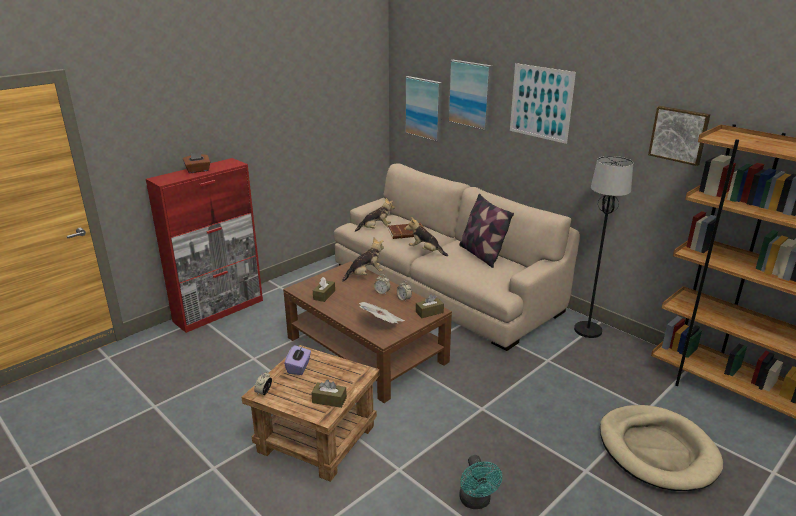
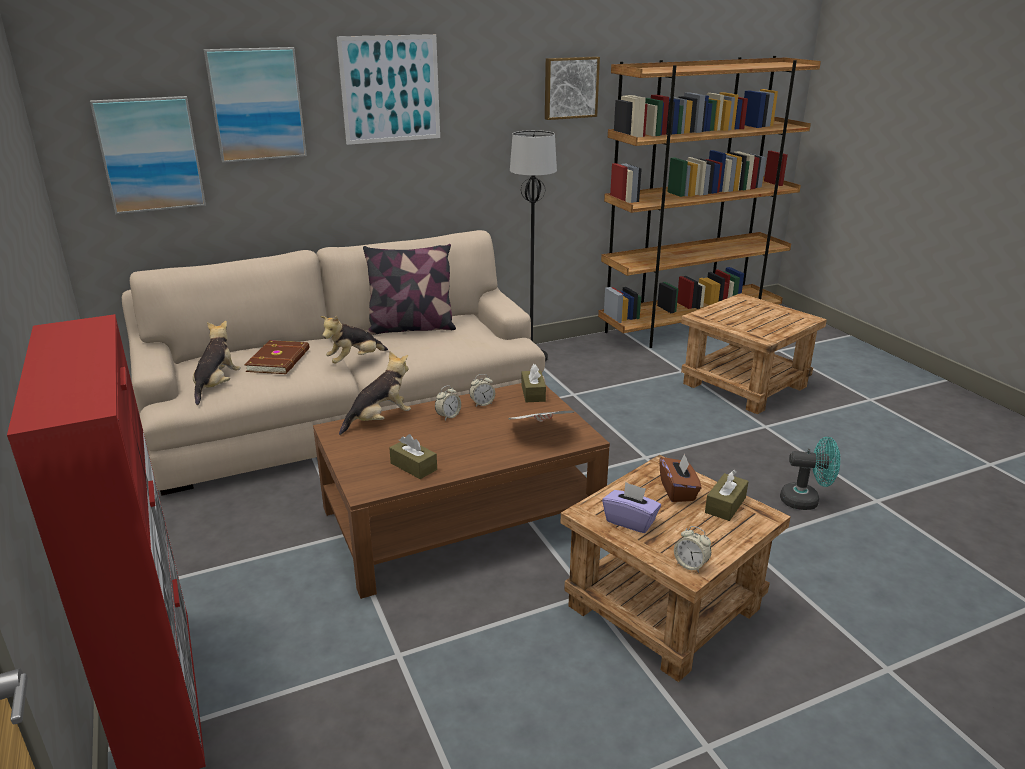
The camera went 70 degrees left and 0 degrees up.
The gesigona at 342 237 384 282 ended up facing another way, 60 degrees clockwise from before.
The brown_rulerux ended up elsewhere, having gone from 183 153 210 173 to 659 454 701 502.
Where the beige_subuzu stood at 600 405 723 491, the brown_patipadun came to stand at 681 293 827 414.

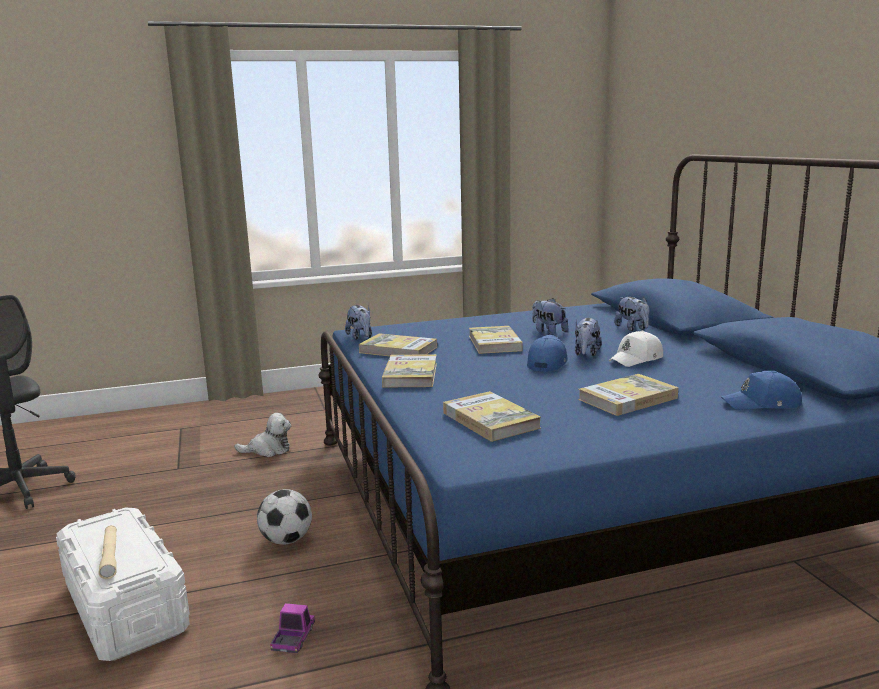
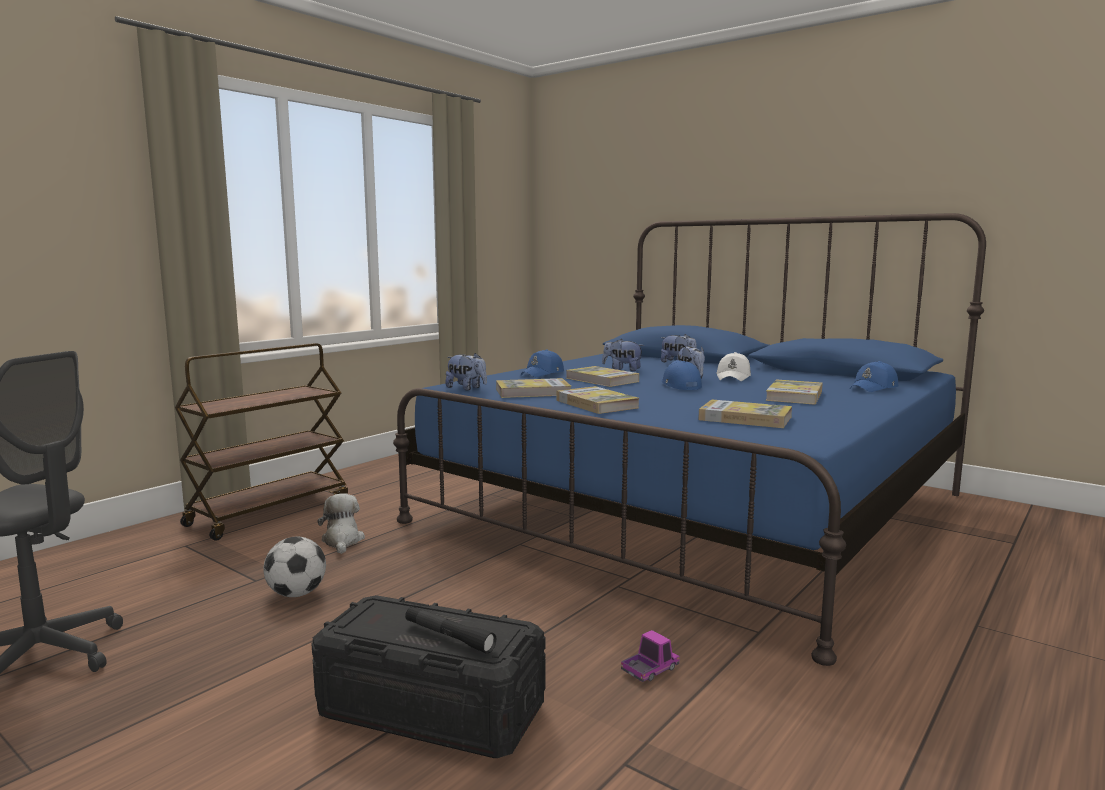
The camera went 35 degrees left and 5 degrees down.
The second view gained the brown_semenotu at 175 343 348 541.
The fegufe ended up elsewhere, having gone from 257 489 312 544 to 263 537 326 597.
What was the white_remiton at 56 508 190 661 turned into the black_remiton at 311 595 545 758.
The gesigona at 234 413 291 457 ended up facing another way, 60 degrees counterclockwise from before.
What was the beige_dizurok at 99 525 117 579 turned into the black_dizurok at 405 606 496 654.
The second view gained the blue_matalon at 521 349 564 377.
The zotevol at 270 603 315 653 ended up facing another way, 75 degrees clockwise from before.

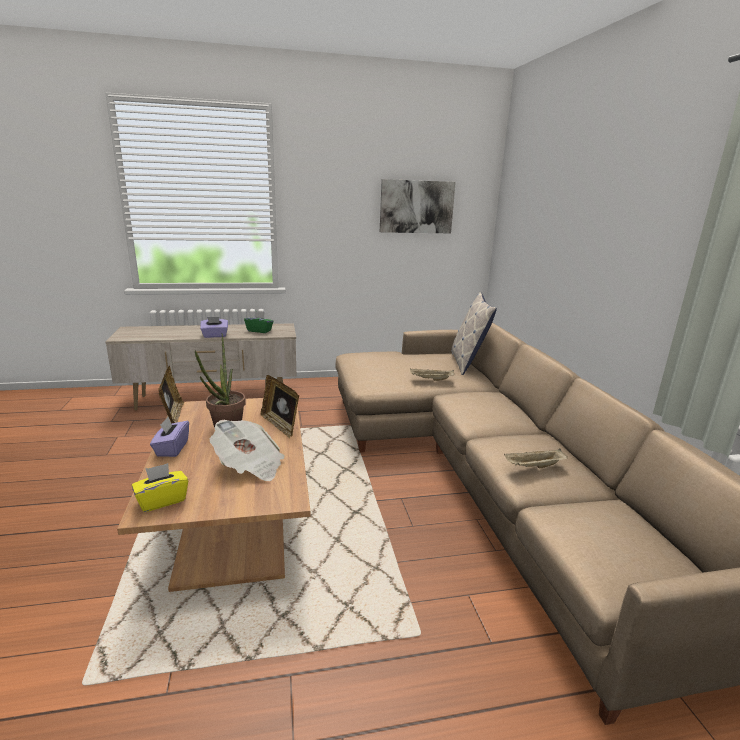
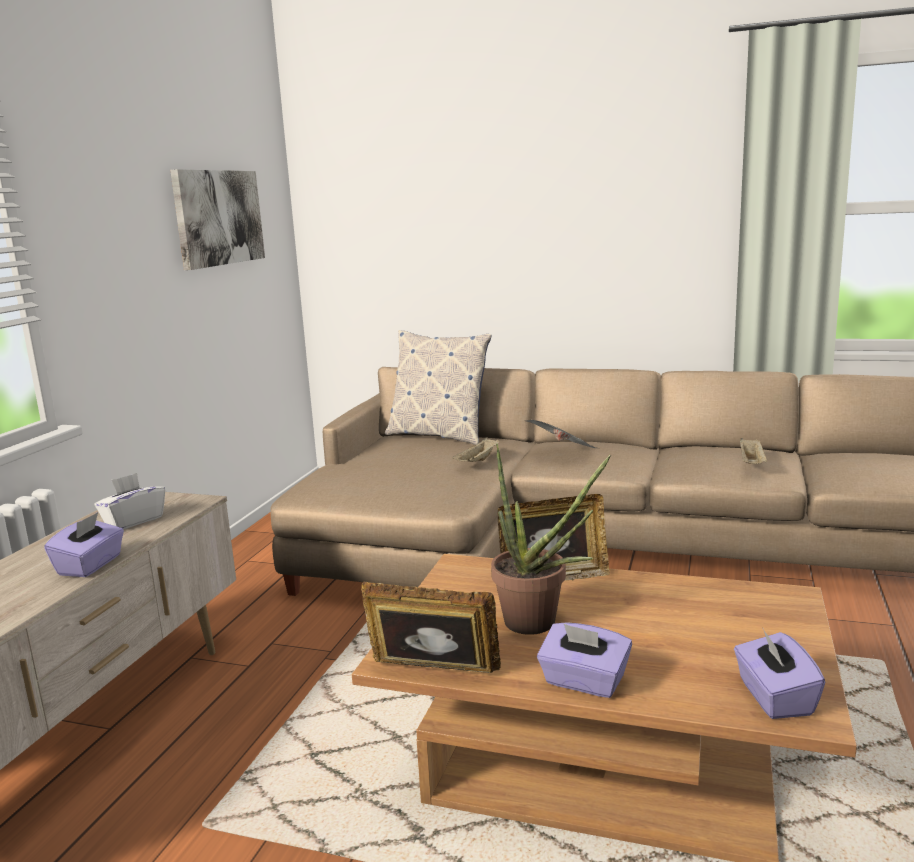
The camera went 60 degrees left and 5 degrees down.
What was the green_rulerux at 244 311 274 333 turned into the white_rulerux at 94 473 165 529.
The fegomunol ended up elsewhere, having gone from 210 420 285 481 to 525 420 596 448.
What was the yellow_rulerux at 132 463 188 512 turned into the purple_rulerux at 734 629 825 719.

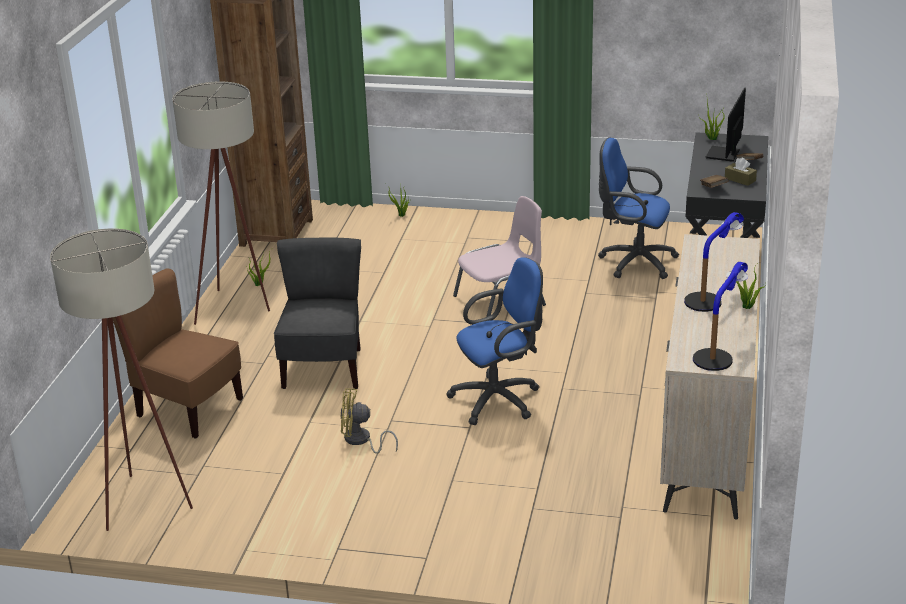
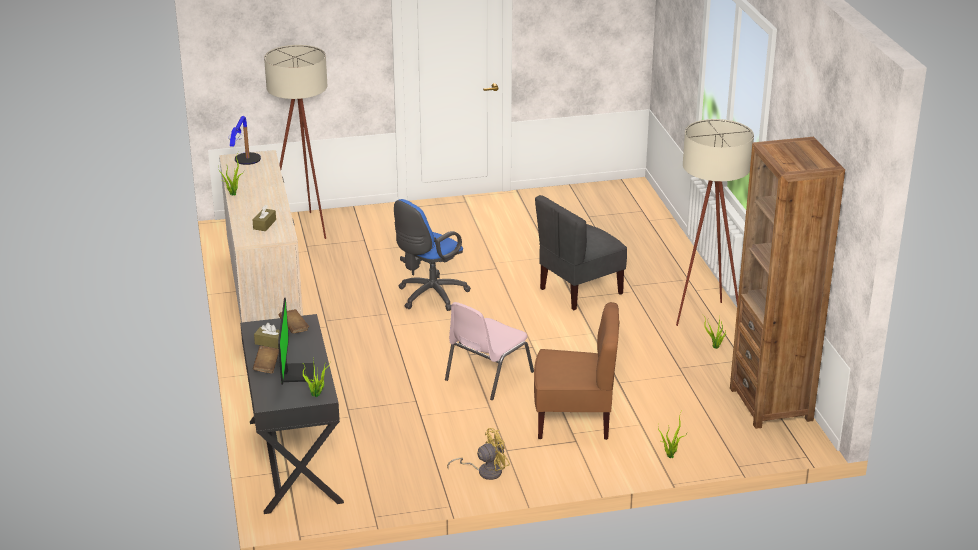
The camera went 155 degrees right and 0 degrees up.
The second view gained the brown_rulerux at 253 205 276 231.
The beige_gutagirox ended up elsewhere, having gone from 50 228 193 531 to 264 45 328 239.
The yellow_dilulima ended up elsewhere, having gone from 340 388 398 454 to 447 428 510 480.
The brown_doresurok ended up elsewhere, having gone from 113 269 243 439 to 534 302 620 440.
The grey_doresurok at 274 238 361 389 ended up facing another way, 75 degrees clockwise from before.
The second view lost the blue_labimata at 598 137 679 279.
The second view lost the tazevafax at 684 212 744 312.

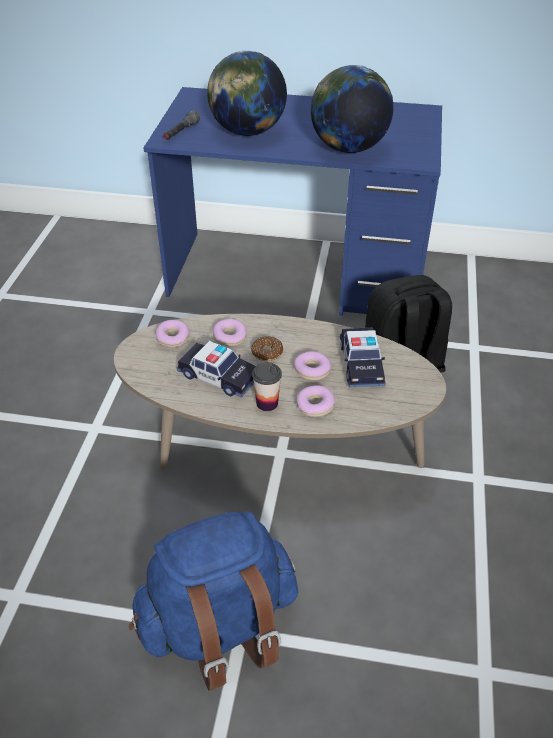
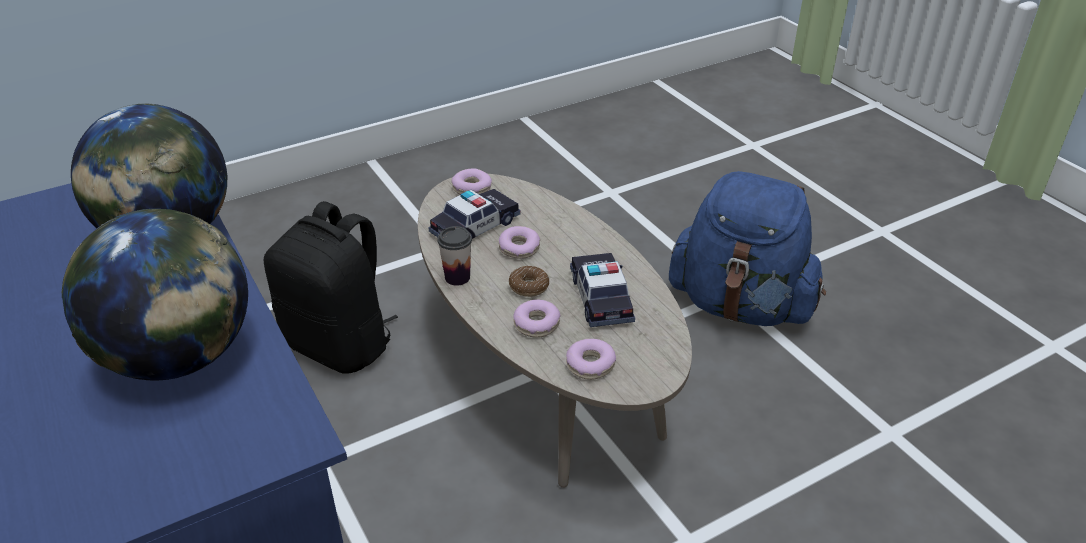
The camera went 130 degrees left and 5 degrees down.
The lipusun ended up elsewhere, having gone from 252 362 282 411 to 437 226 472 286.
The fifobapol ended up elsewhere, having gone from 297 385 335 417 to 451 169 492 194.
The second view lost the grey_dizurok at 163 110 200 140.

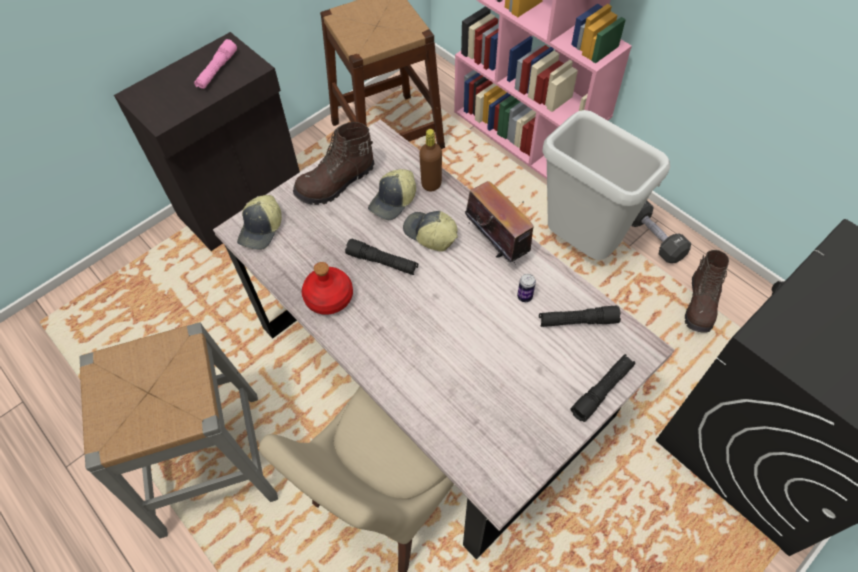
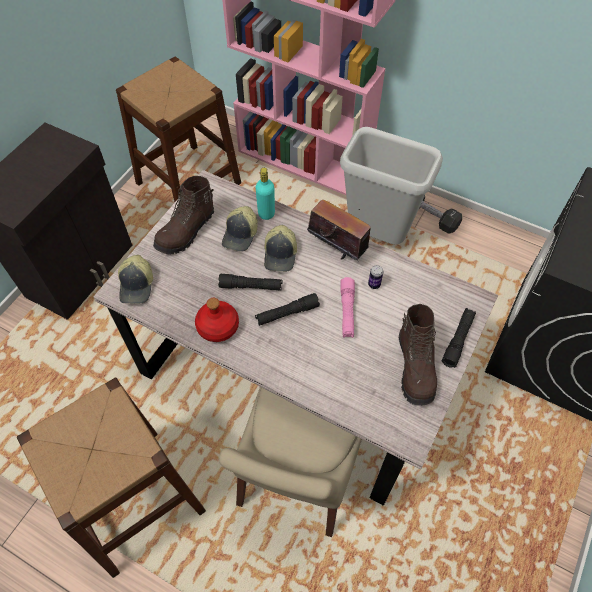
The camera went 20 degrees left and 0 degrees up.
What was the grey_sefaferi at 80 322 278 539 turned into the brown_sefaferi at 17 377 206 578.
The black_dizurok ended up elsewhere, having gone from 539 306 621 327 to 255 293 320 326.
What was the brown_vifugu at 419 129 442 191 turned into the turquoise_vifugu at 256 168 275 220.
The matalon at 403 211 458 252 ended up facing another way, 105 degrees counterclockwise from before.
The pink_dizurok ended up elsewhere, having gone from 194 39 237 89 to 340 277 355 338.
The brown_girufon ended up elsewhere, having gone from 685 250 729 333 to 399 304 437 406.

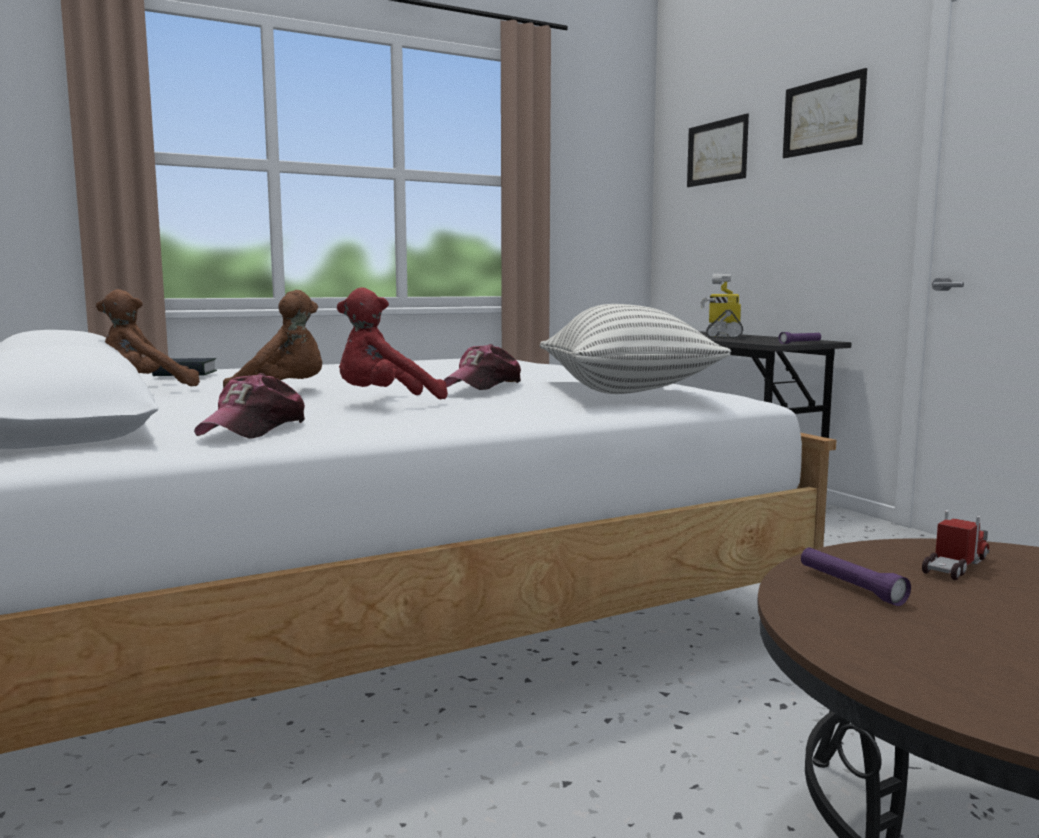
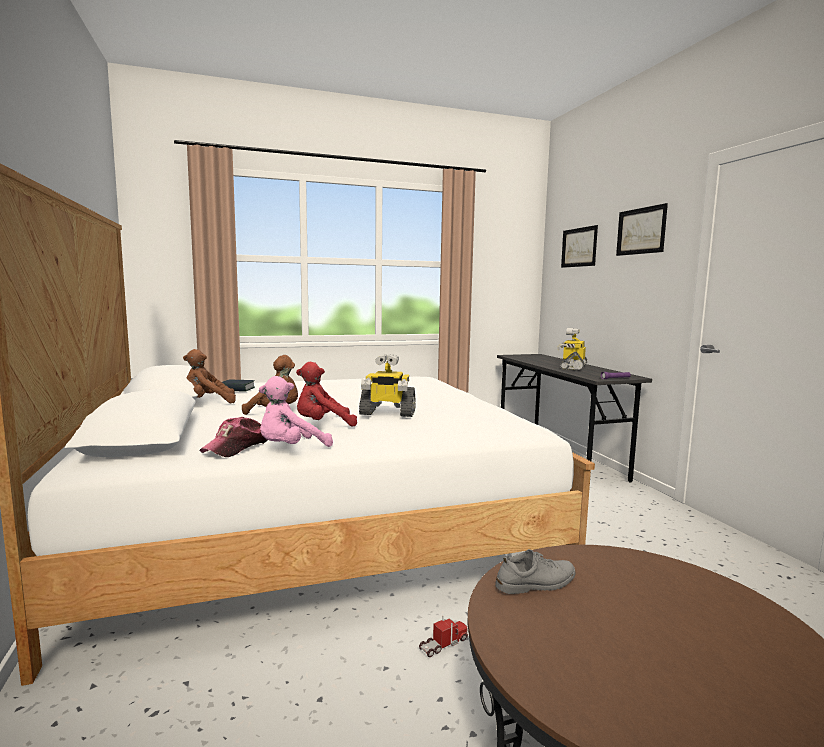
The camera went 10 degrees right and 0 degrees up.
The second view gained the pink_gesigona at 259 376 333 447.
Where the matalon stood at 443 344 521 390, the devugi came to stand at 359 354 416 417.
The zotevol ended up elsewhere, having gone from 922 510 989 580 to 419 615 468 657.
Where the purple_dizurok stood at 801 547 911 606, the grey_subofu came to stand at 495 549 575 594.
The second view lost the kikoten at 540 304 731 394.

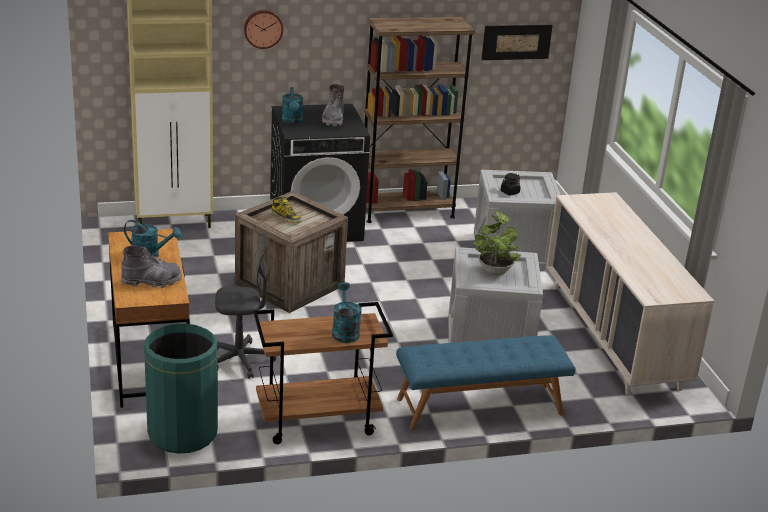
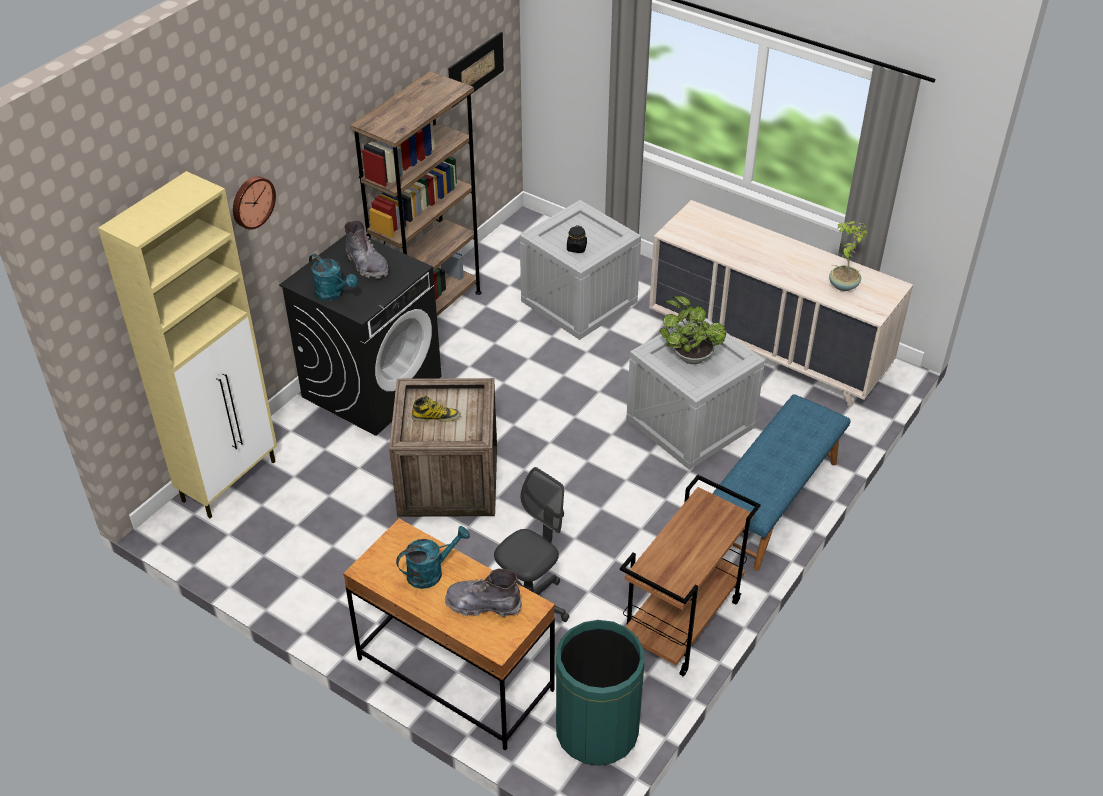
The camera went 40 degrees left and 15 degrees up.
The grey_girufon at 121 246 182 288 ended up facing another way, 120 degrees counterclockwise from before.
The second view gained the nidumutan at 829 221 869 291.
The second view lost the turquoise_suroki at 332 282 361 343.

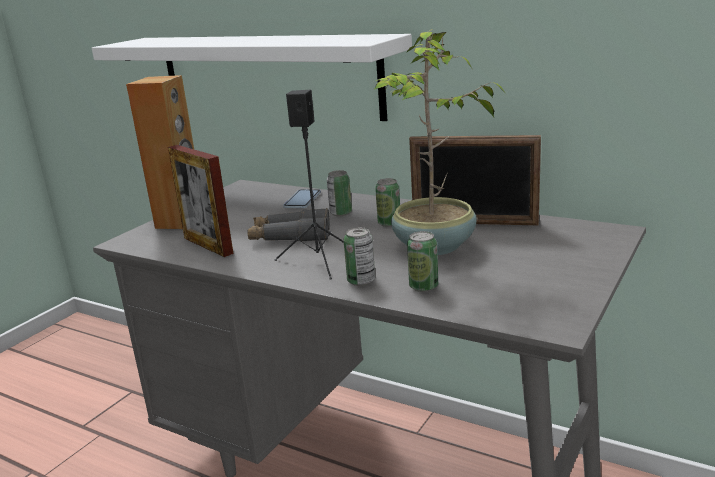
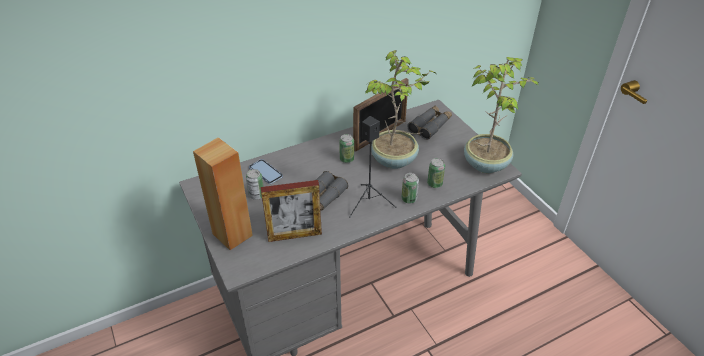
The camera went 60 degrees left and 20 degrees up.
The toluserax ended up elsewhere, having gone from 327 170 352 216 to 246 169 264 200.
The second view gained the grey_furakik at 407 105 452 140.
The second view gained the nidumutan at 464 57 538 173.
The second view lost the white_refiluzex at 92 34 412 121.

